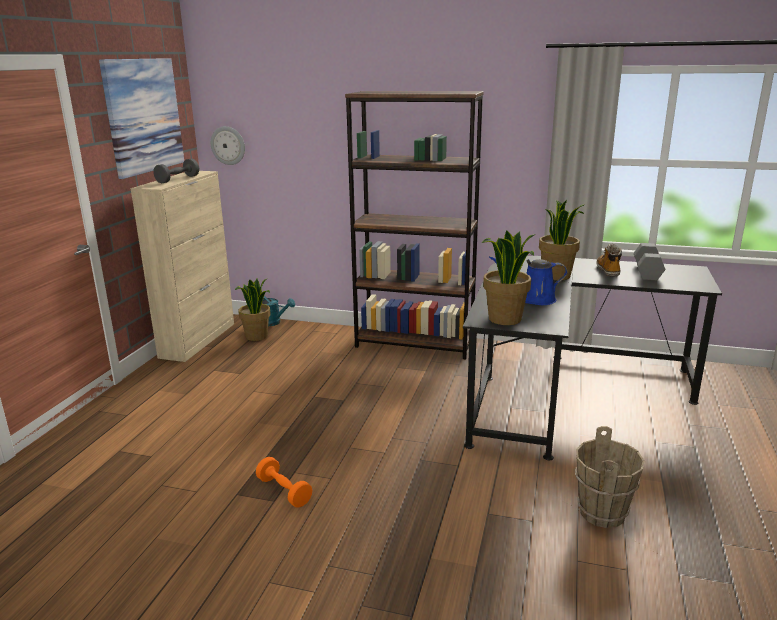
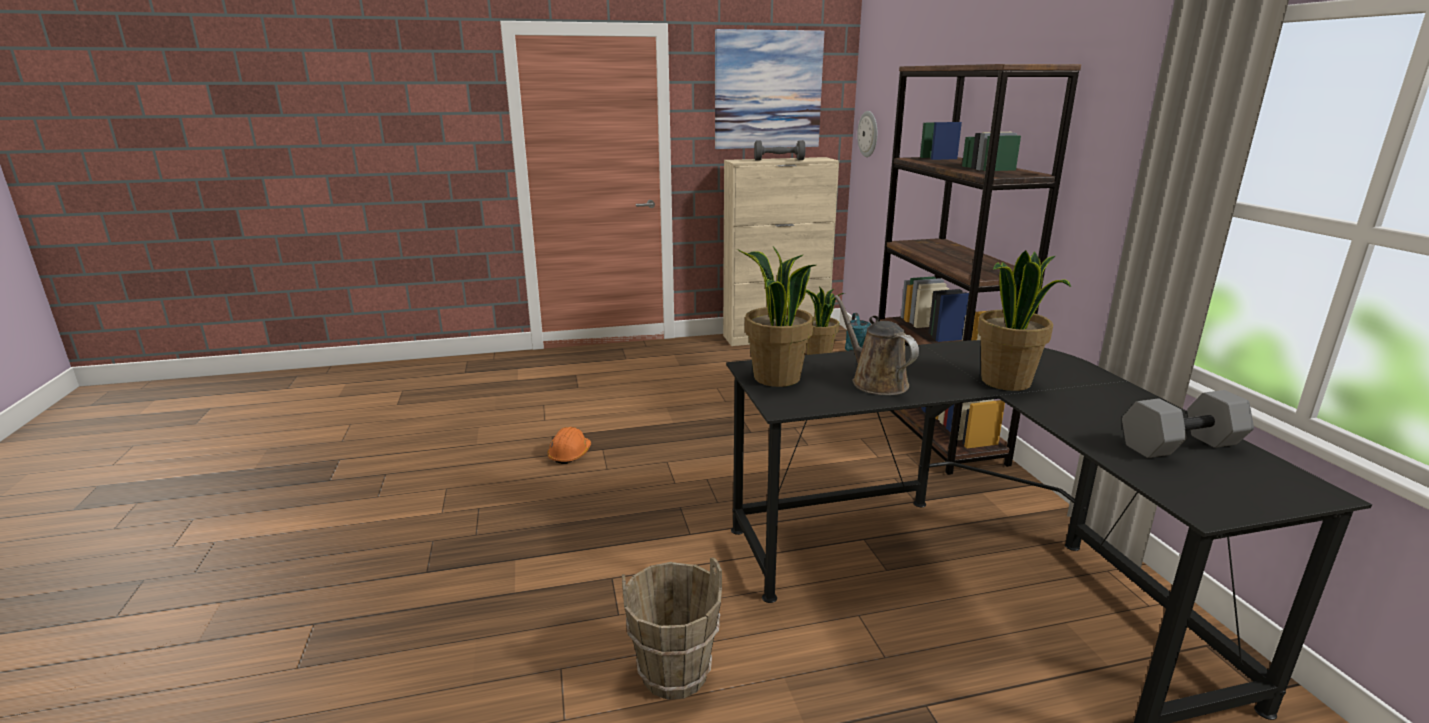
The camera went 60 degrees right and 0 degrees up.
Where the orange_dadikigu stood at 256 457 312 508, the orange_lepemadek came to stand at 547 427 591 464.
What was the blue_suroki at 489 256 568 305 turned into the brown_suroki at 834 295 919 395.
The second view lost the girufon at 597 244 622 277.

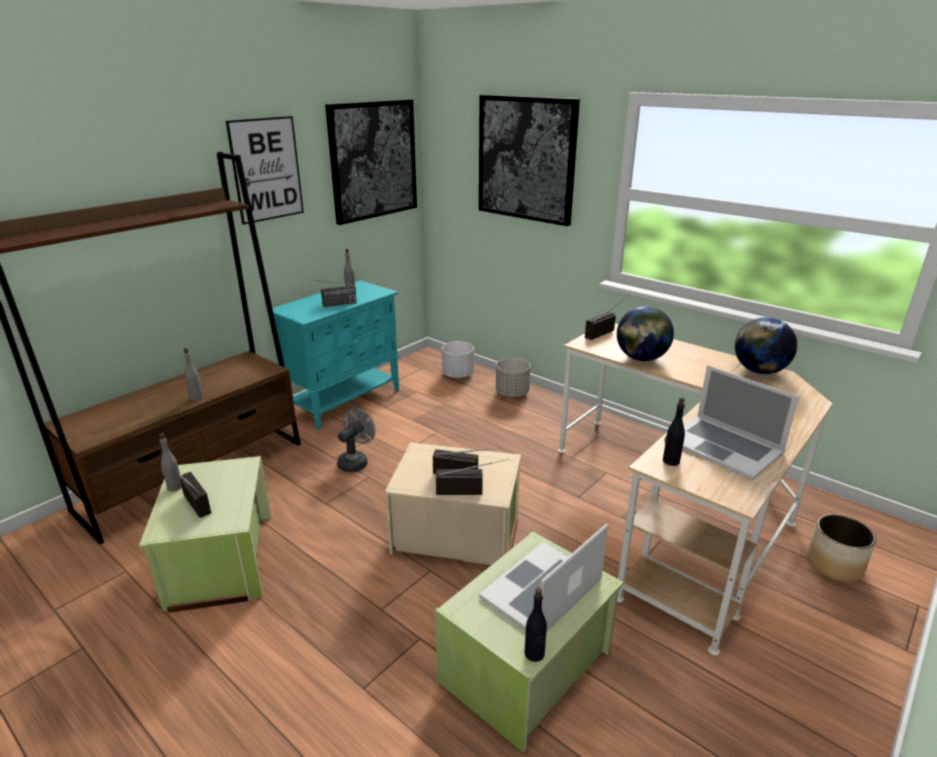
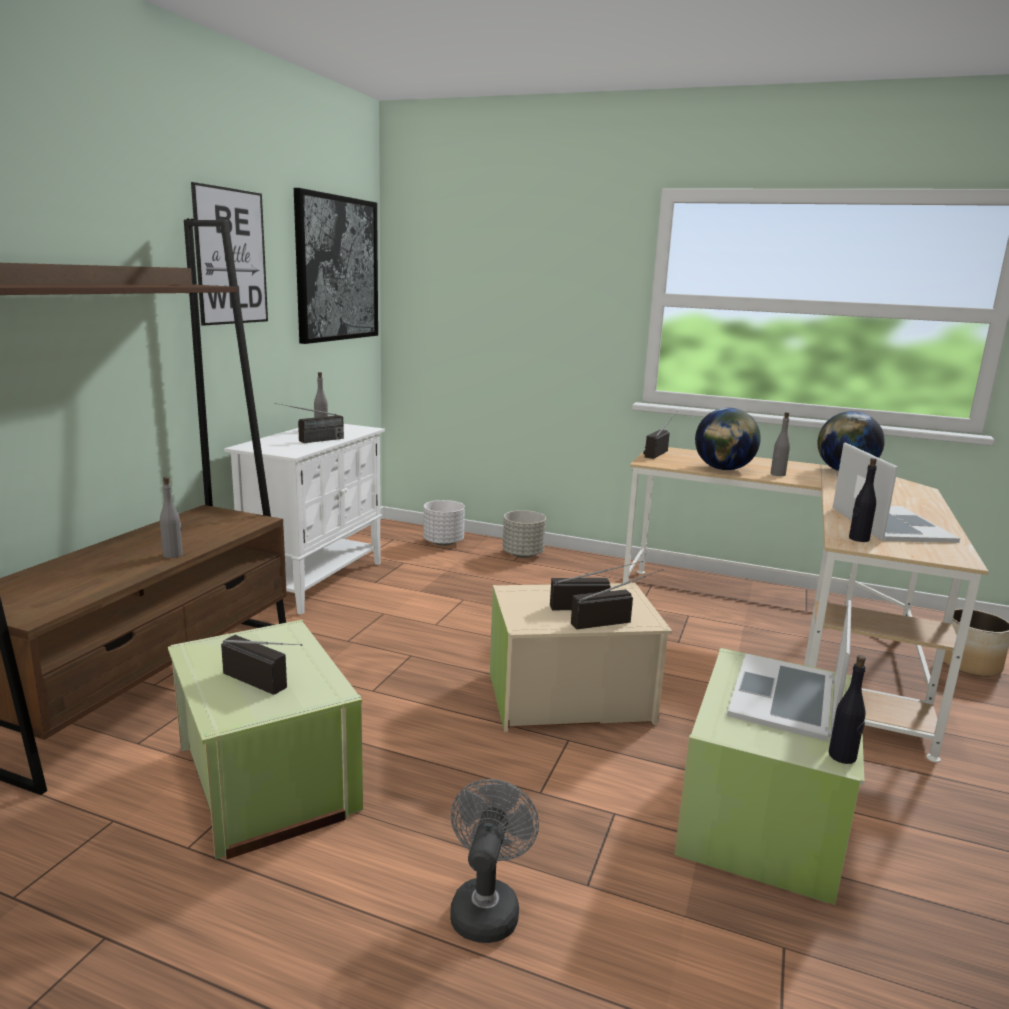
The camera went 20 degrees left and 10 degrees down.
What was the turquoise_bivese at 267 280 399 430 turned into the white_bivese at 224 424 385 615.
The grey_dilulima ended up elsewhere, having gone from 337 408 375 472 to 450 779 539 943.
The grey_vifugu ended up elsewhere, having gone from 159 433 182 491 to 771 412 790 476.
The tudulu at 664 365 799 480 ended up facing another way, 120 degrees counterclockwise from before.
The second view lost the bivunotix at 479 95 580 226.

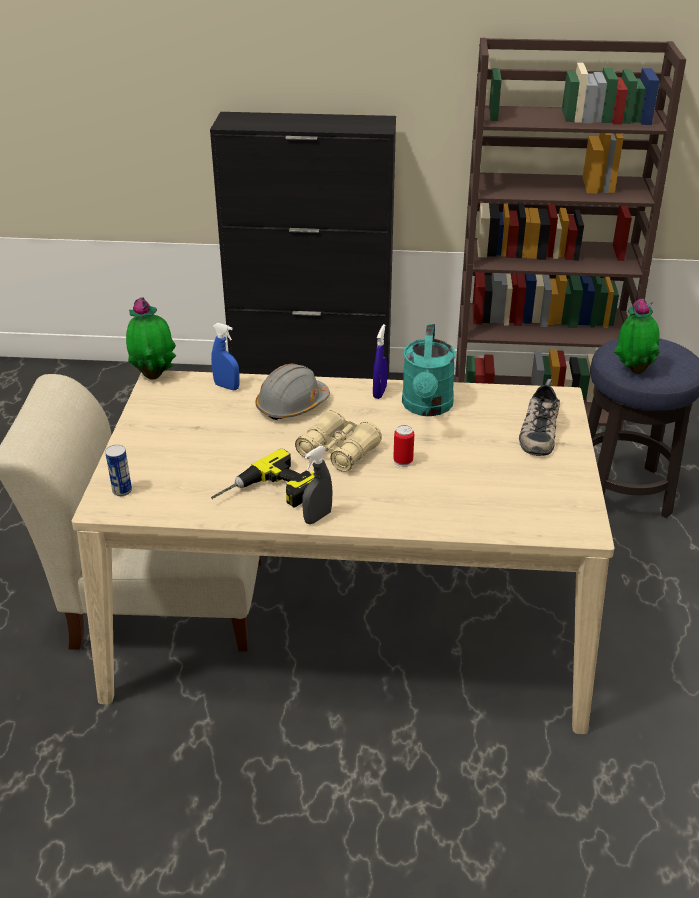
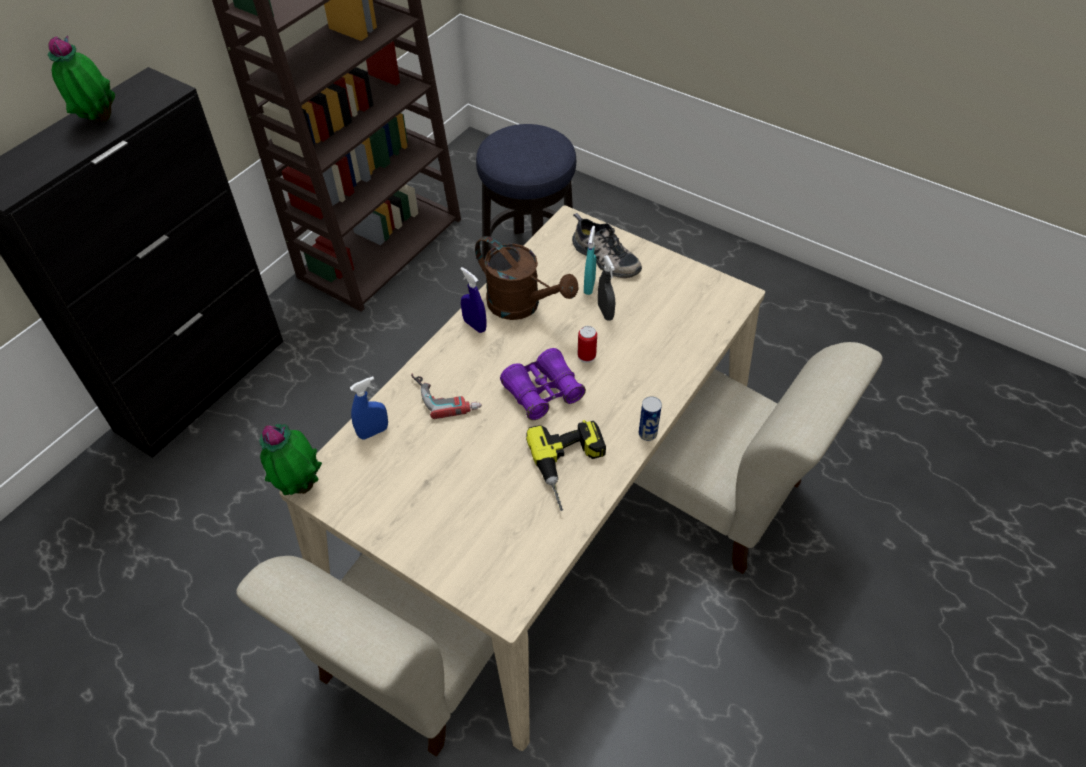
The camera went 60 degrees left and 15 degrees up.
The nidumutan ended up elsewhere, having gone from 614 299 660 374 to 48 35 115 122.
Where the grey_lepemadek stood at 255 364 330 420, the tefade came to stand at 411 374 482 419.
What was the turquoise_suroki at 402 324 456 416 turned into the brown_suroki at 475 236 579 320.
What was the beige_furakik at 295 409 382 472 turned into the purple_furakik at 500 348 586 420.
The second view gained the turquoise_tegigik at 584 226 596 295.
The grey_tegigik ended up elsewhere, having gone from 302 446 333 524 to 598 255 615 321.
The second view gained the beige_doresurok at 634 342 883 574.
The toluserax ended up elsewhere, having gone from 105 445 132 496 to 639 396 662 441.

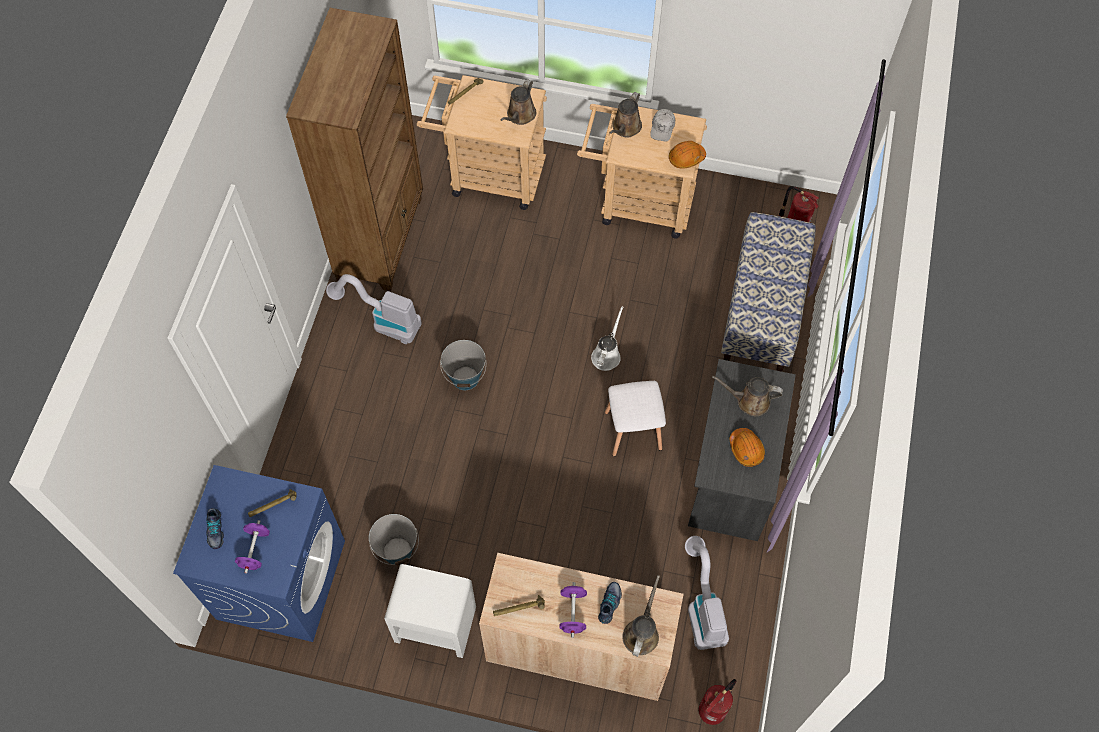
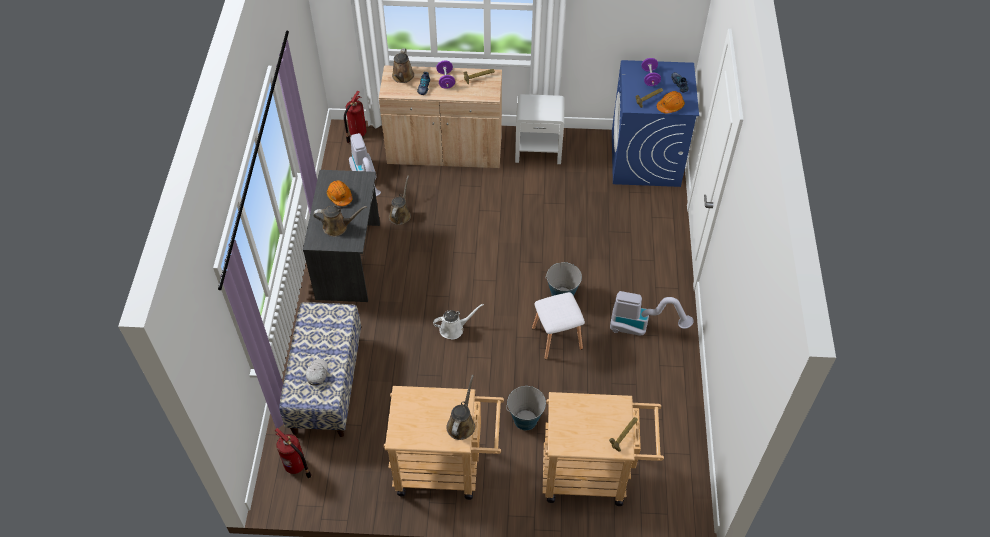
The camera went 170 degrees right and 10 degrees down.
The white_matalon ended up elsewhere, having gone from 650 109 675 142 to 306 359 328 385.
The brown_suroki ended up elsewhere, having gone from 500 79 536 125 to 389 176 411 225.
The white_suroki at 591 306 623 371 ended up facing another way, 120 degrees counterclockwise from before.
The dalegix ended up elsewhere, having gone from 369 514 419 566 to 506 386 546 430.
The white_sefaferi ended up elsewhere, having gone from 605 381 666 457 to 532 292 585 360.
The orange_lepemadek ended up elsewhere, having gone from 669 141 706 169 to 657 91 685 113.
The second view lost the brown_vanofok at 286 8 423 291.

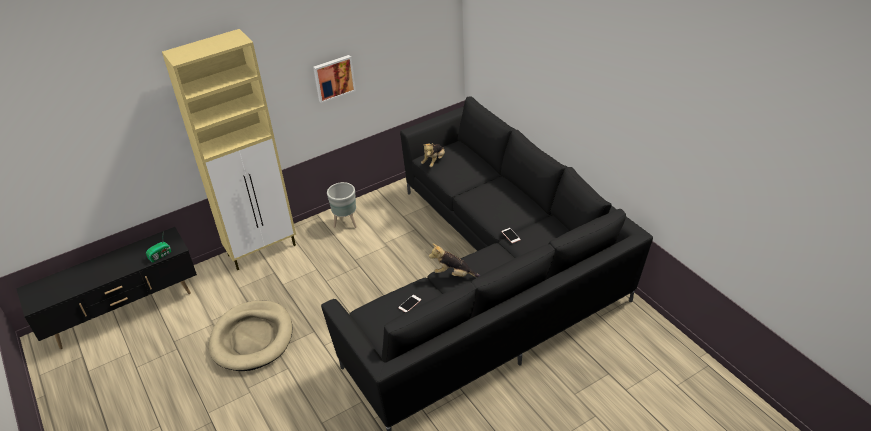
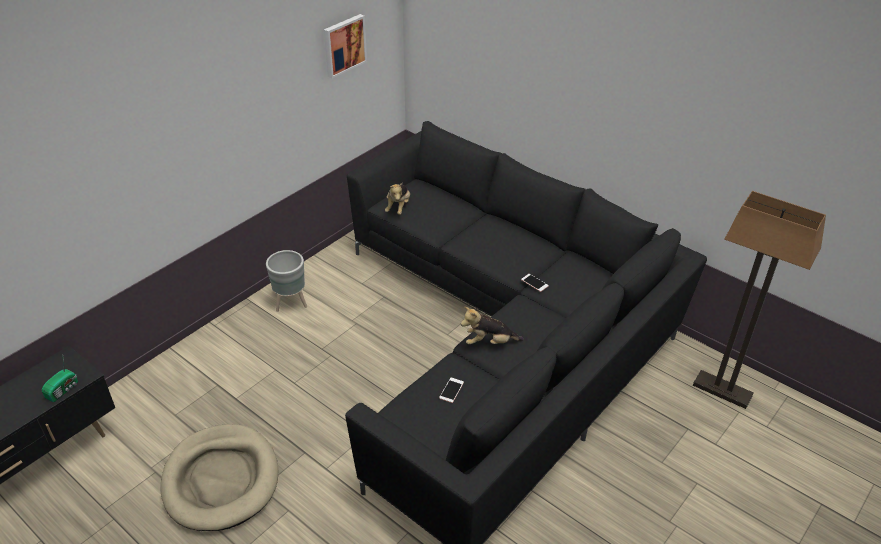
The camera went 20 degrees left and 0 degrees up.
The bivunotix ended up elsewhere, having gone from 313 55 356 103 to 324 14 367 78.
The second view gained the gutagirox at 693 191 826 409.
The second view lost the beige_bivese at 162 29 296 270.

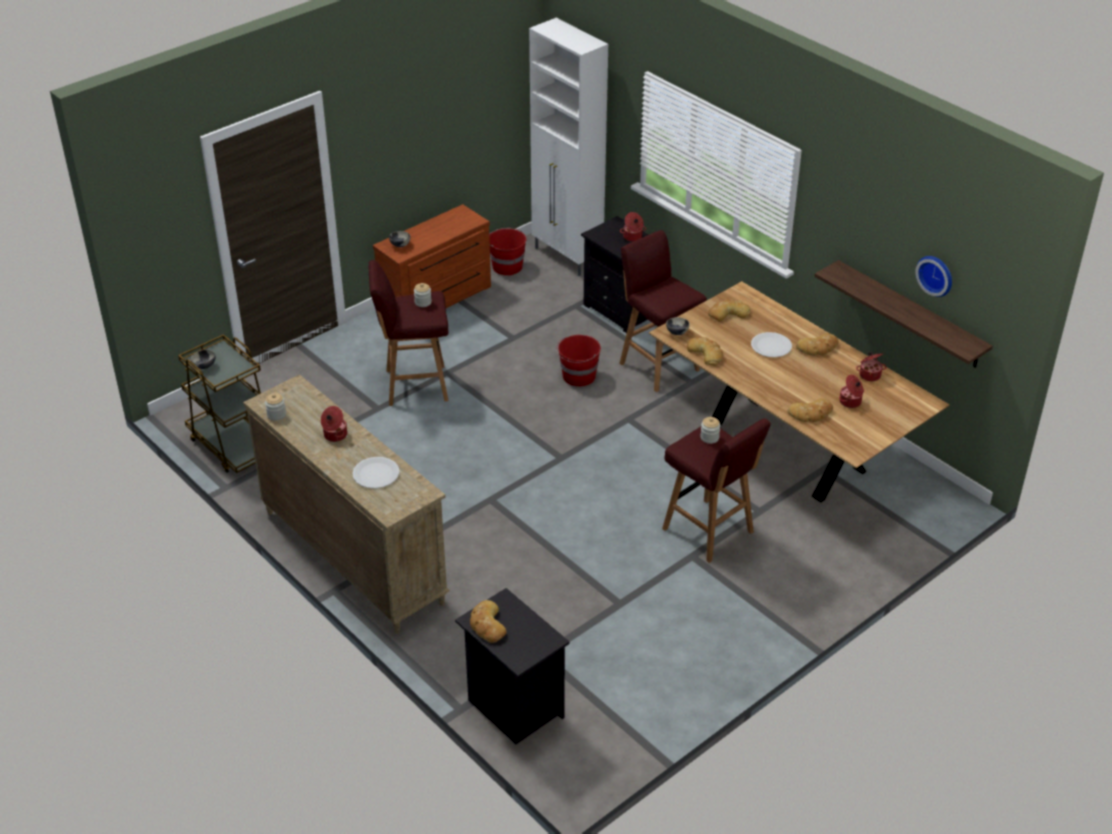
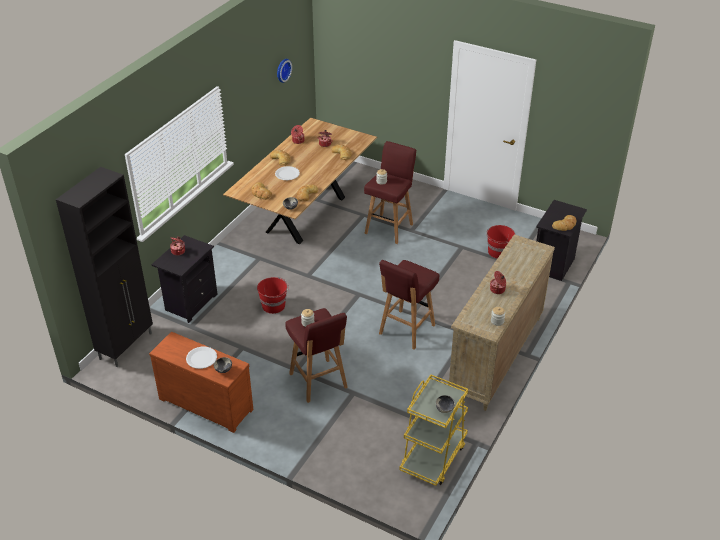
The camera went 110 degrees left and 0 degrees up.
What was the white_bivese at 529 18 608 276 turned into the black_bivese at 56 167 153 367.
The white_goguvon ended up elsewhere, having gone from 352 457 400 488 to 186 347 217 369.
The red_sefaferi ended up elsewhere, having gone from 619 230 707 392 to 379 260 439 350.
What was the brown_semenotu at 178 334 261 473 turned into the yellow_semenotu at 399 375 468 486.
The red_dalegix ended up elsewhere, having gone from 489 228 526 276 to 486 225 515 259.
The second view lost the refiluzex at 814 260 993 368.

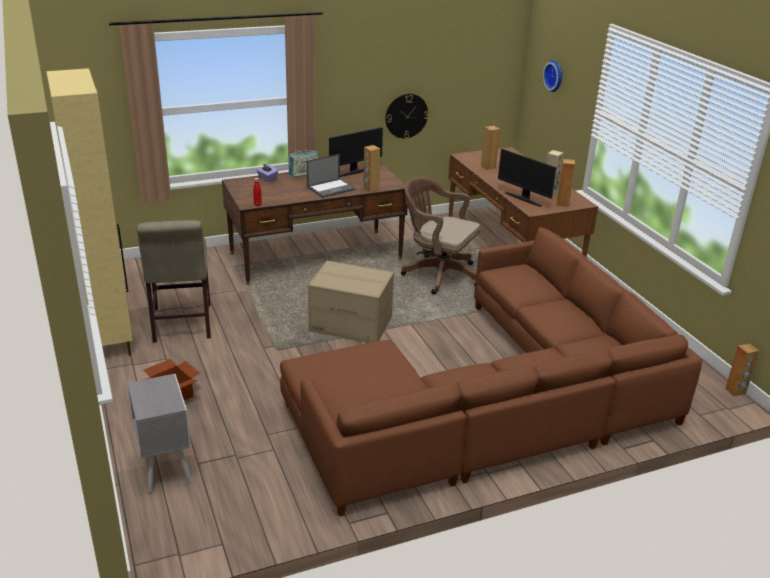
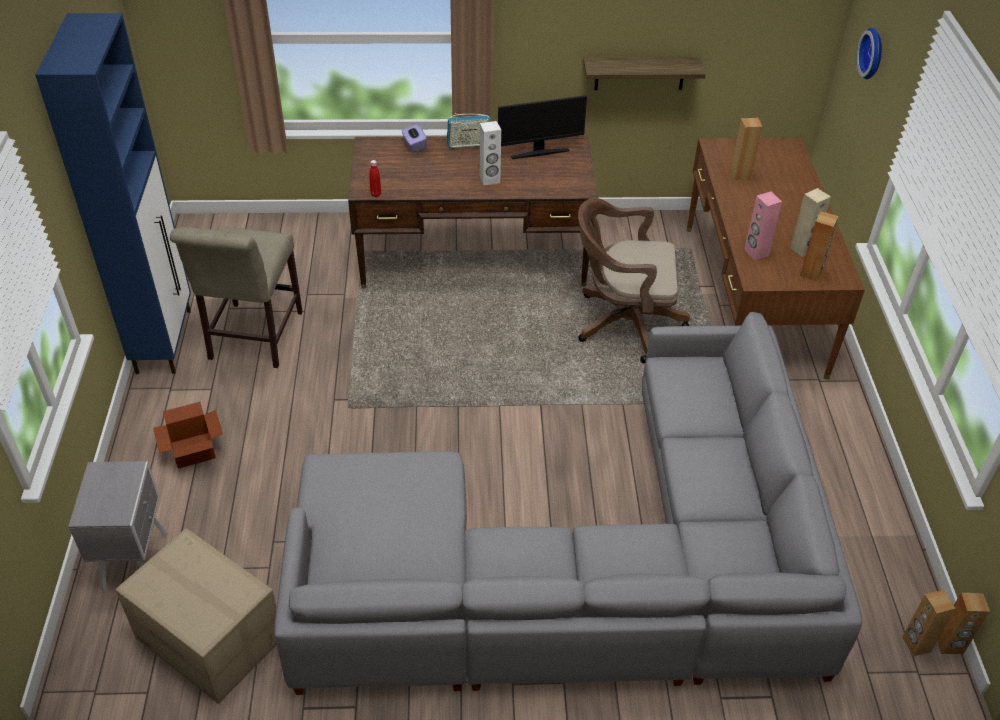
The camera went 20 degrees right and 15 degrees up.
What was the beige_bivese at 46 68 133 356 turned into the blue_bivese at 35 13 191 374.
The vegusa ended up elsewhere, having gone from 308 261 394 343 to 115 528 277 704.
What was the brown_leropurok at 280 227 702 517 turned into the grey_leropurok at 274 312 862 695.
Where the tudulu stood at 307 154 355 198, the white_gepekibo came to stand at 480 121 501 185.
The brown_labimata at 401 177 481 295 ended up facing another way, 45 degrees counterclockwise from before.
Where the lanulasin hung at 385 94 428 139, the refiluzex came to hang at 583 57 706 90.
Where the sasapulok stood at 498 149 556 207, the pink_gepekibo came to stand at 744 192 782 260.
The brown_gepekibo ended up elsewhere, having gone from 363 145 380 192 to 902 590 956 656.

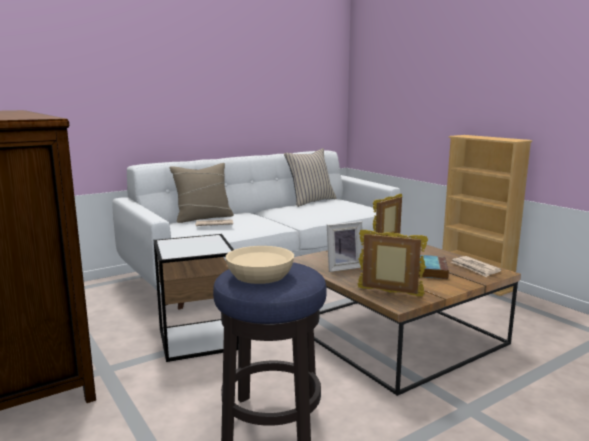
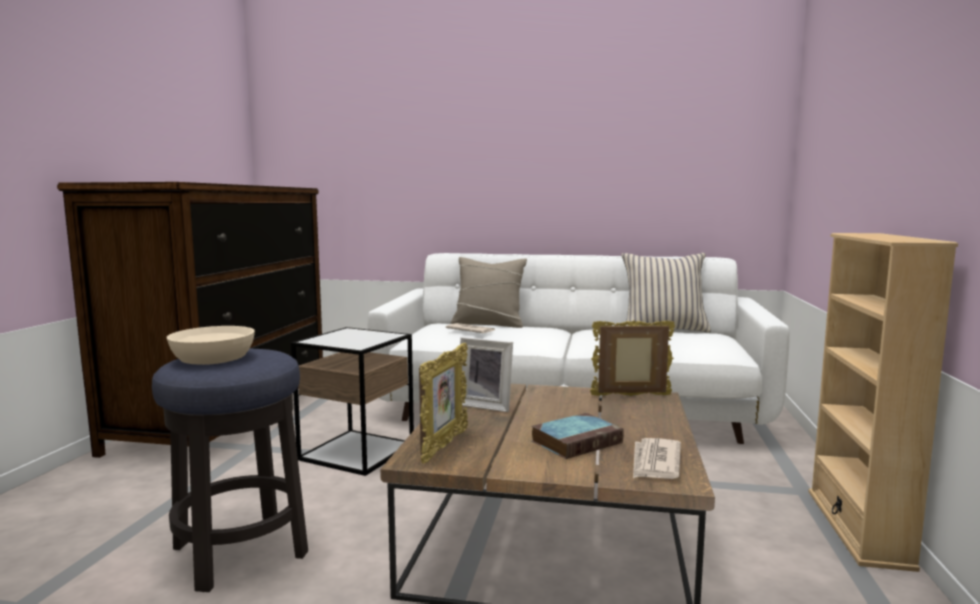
The camera went 45 degrees right and 5 degrees down.
The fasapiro at 357 230 428 297 ended up facing another way, 45 degrees clockwise from before.

